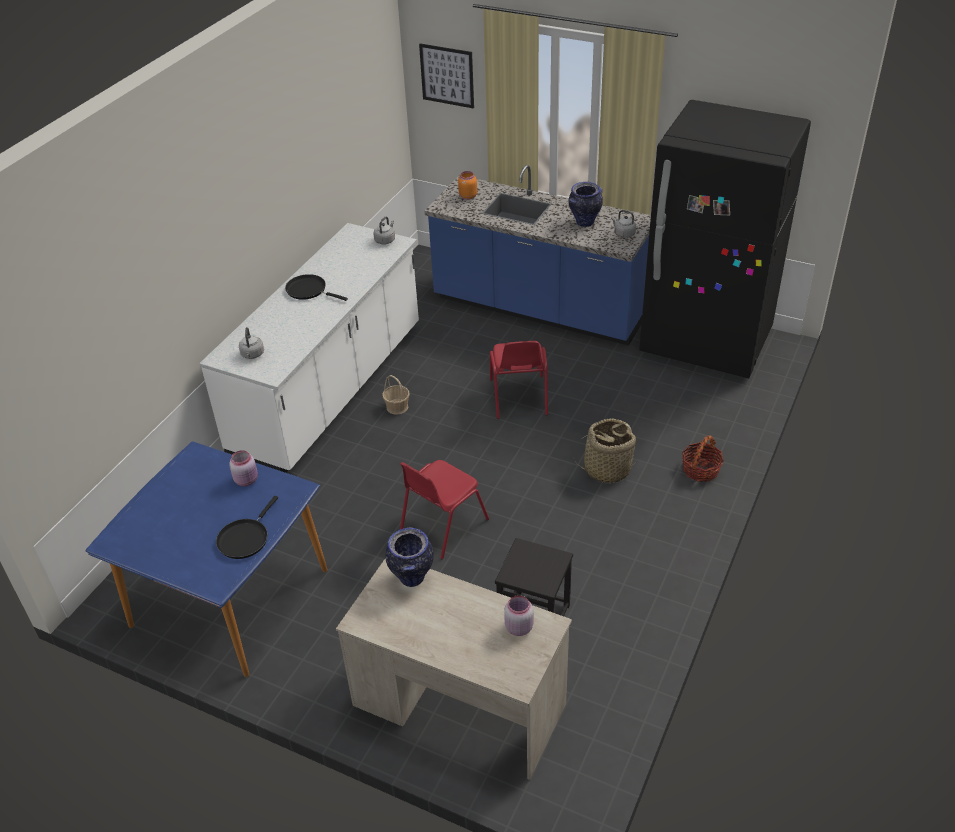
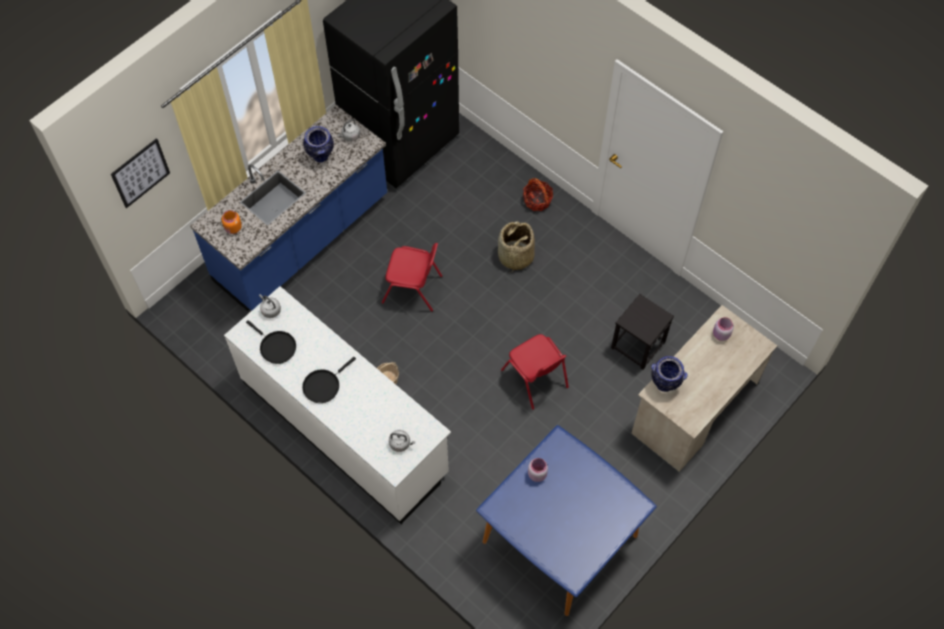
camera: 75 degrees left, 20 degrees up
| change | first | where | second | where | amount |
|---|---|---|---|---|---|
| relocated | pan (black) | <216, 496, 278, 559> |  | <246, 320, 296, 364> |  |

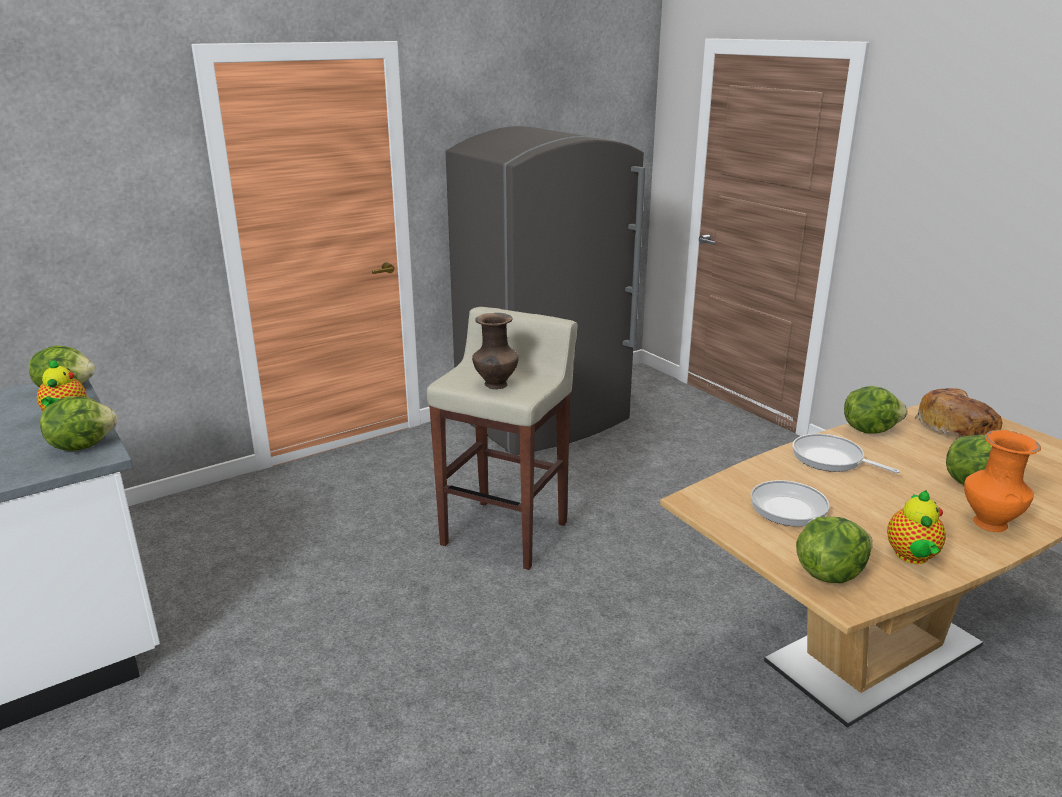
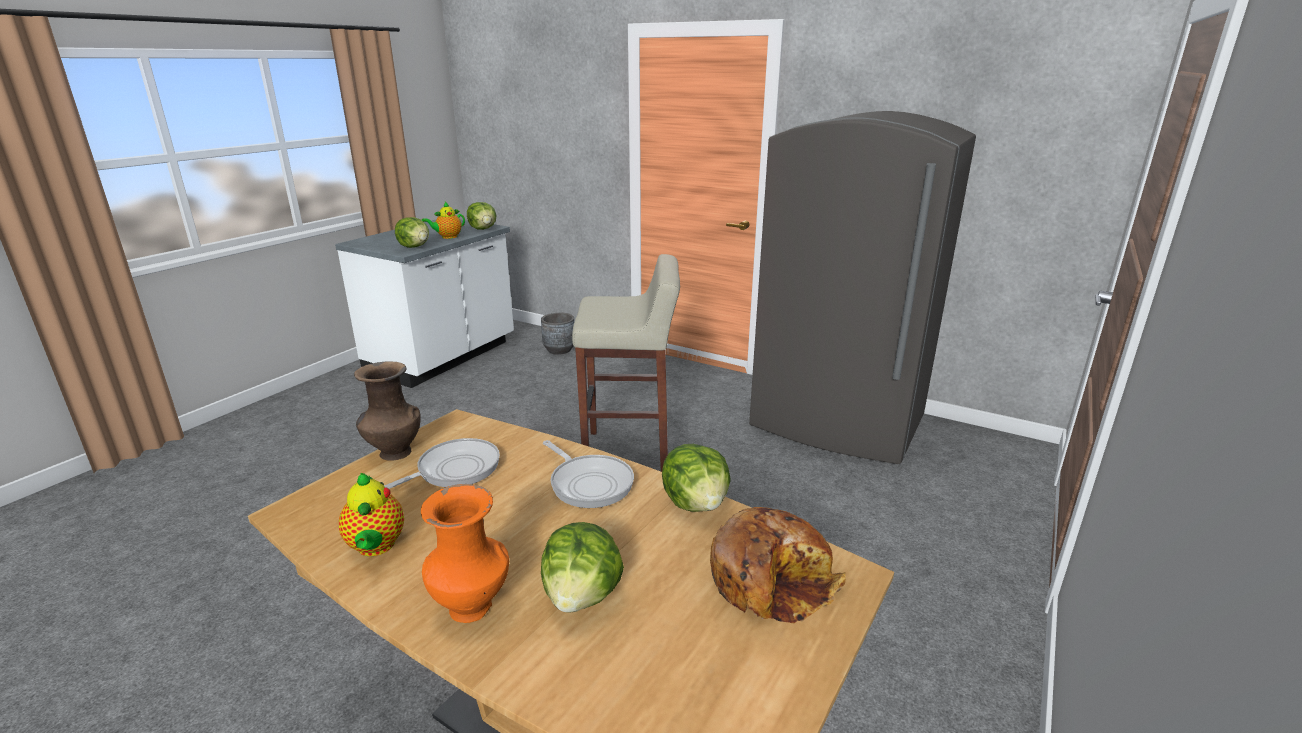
camera: 65 degrees right, 0 degrees up
| change | first | where | second | where | amount |
|---|---|---|---|---|---|
| relocated | decorative vase (brownish) | <472, 313, 519, 389> |  | <354, 362, 421, 461> |  |
| spun | pan | <793, 434, 900, 473> |  | <543, 440, 634, 508> | 120 degrees clockwise |
| missing | head of lettuce | <796, 517, 873, 583> |  |  |  |
| spun | teapot | <887, 490, 946, 564> |  | <339, 473, 404, 556> | 90 degrees counterclockwise |
| appeared |  |  | planter (grey) | <541, 313, 574, 355> |  |

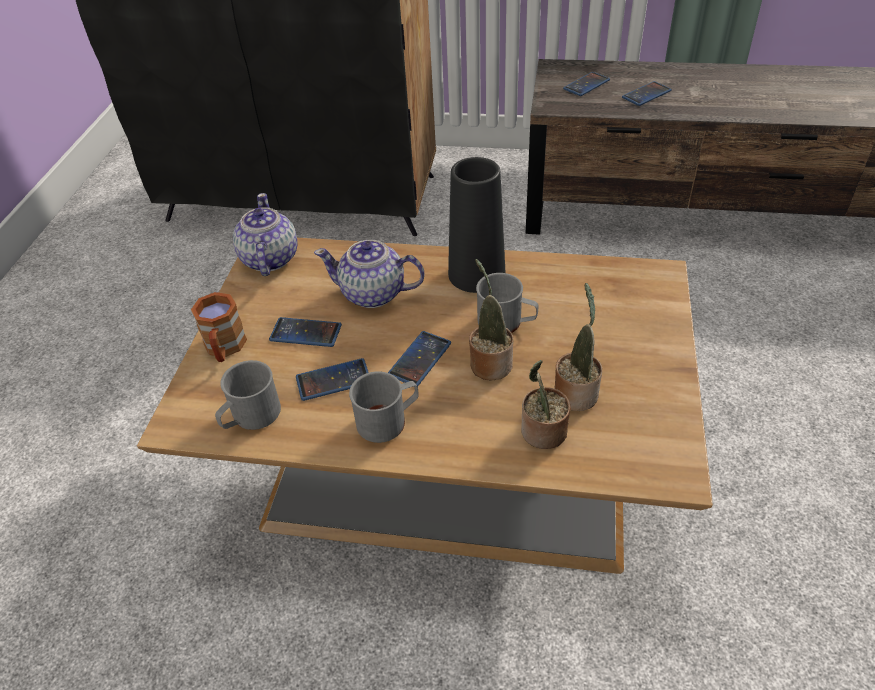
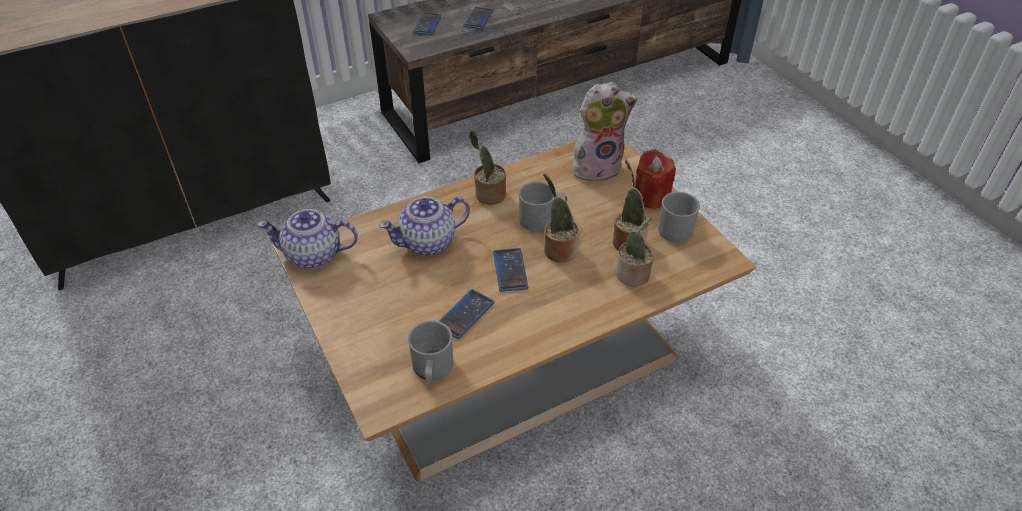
camera: 40 degrees left, 0 degrees up
| change | first | where | second | where | amount |
|---|---|---|---|---|---|
| missing | coffee mug (brownish) | <191, 292, 247, 362> |  |  |  |
| spun | teapot | <233, 193, 298, 276> |  | <257, 209, 358, 269> | 45 degrees counterclockwise |
| missing | telephone | <269, 317, 342, 347> |  |  |  |
| relocated | coffee mug (grey) | <349, 371, 419, 443> |  | <658, 192, 700, 243> |  |
| exchanged | decorative vase (black) | <448, 157, 505, 293> | plant in a pot | <469, 130, 506, 205> |  |
| appeared |  |  | soft toy | <573, 82, 638, 182> |  |
| appeared |  |  | wax candle (red) | <635, 149, 676, 209> |  |

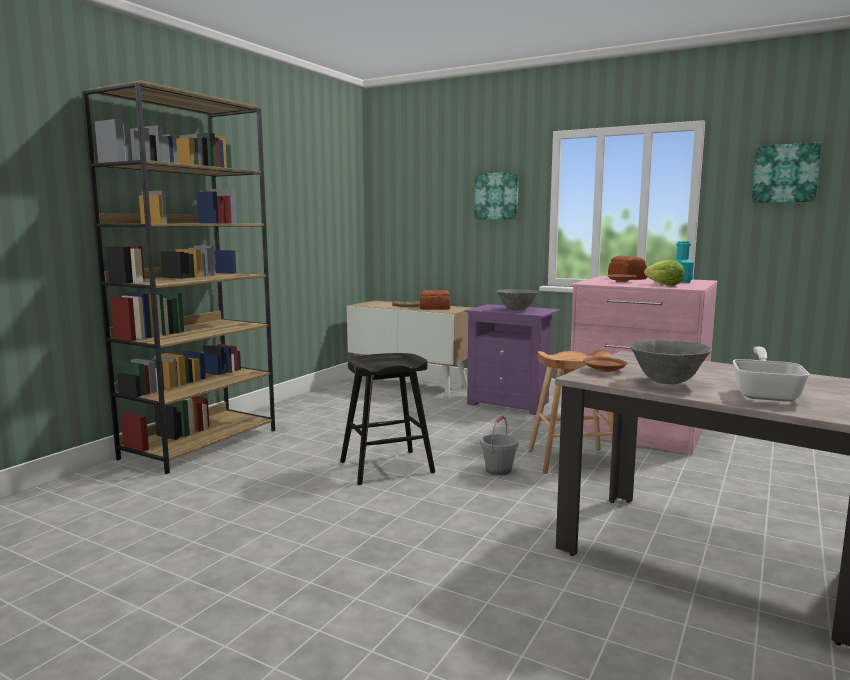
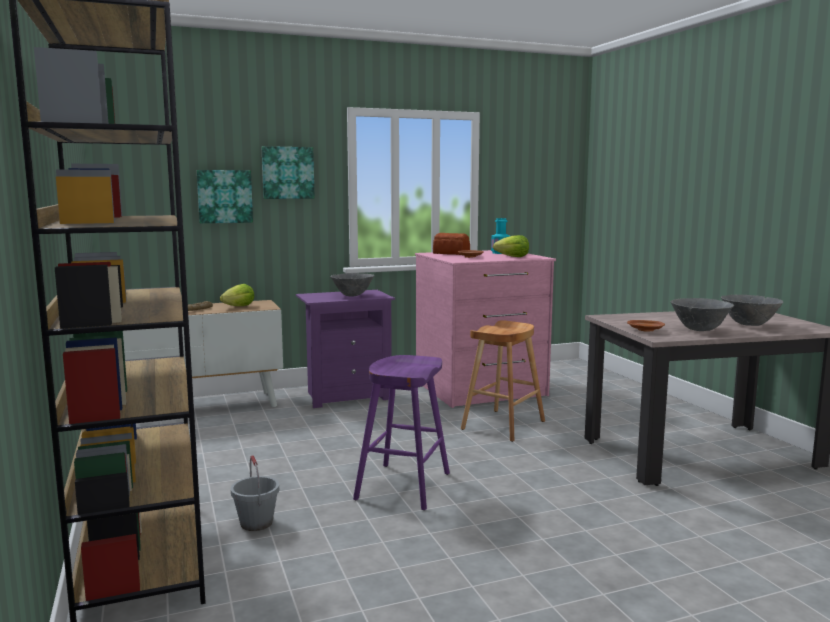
camera: 50 degrees left, 0 degrees up
| change | first | where | second | where | amount |
|---|---|---|---|---|---|
| colour | sitting stool (black) | <340, 353, 435, 485> | sitting stool (purplish) | <353, 355, 450, 510> |  |
| exchanged | baked bread | <420, 290, 450, 310> | head of lettuce | <220, 284, 254, 306> |  |
| relocated | water bucket (grey) | <480, 416, 519, 475> |  | <231, 455, 279, 531> |  |
| exchanged | pan | <733, 347, 810, 402> | deep dish (grey) | <721, 295, 784, 326> |  |
| relocated | wall art | <752, 143, 822, 203> |  | <197, 170, 253, 223> |  |

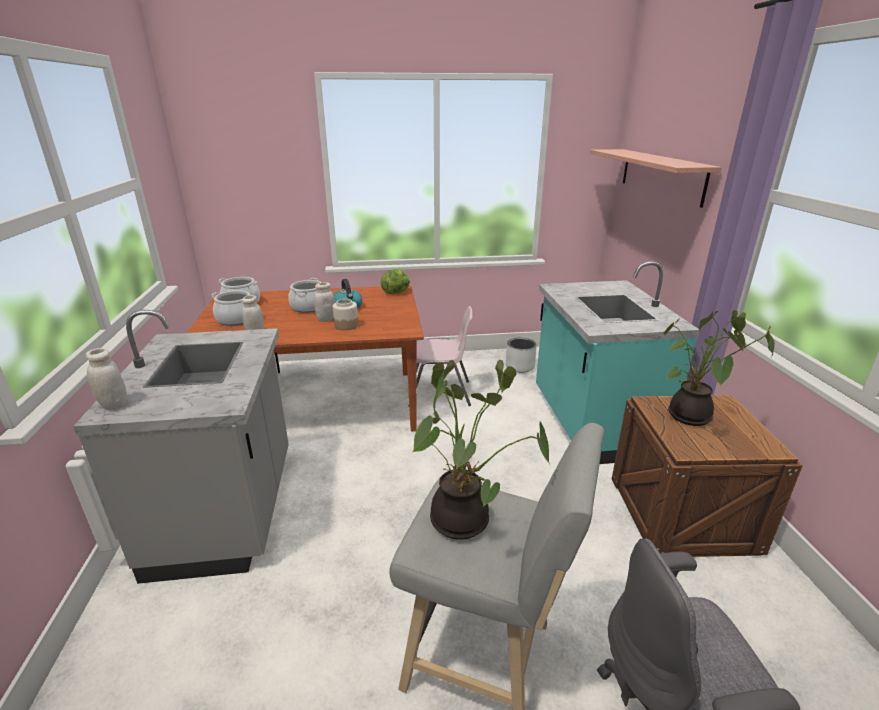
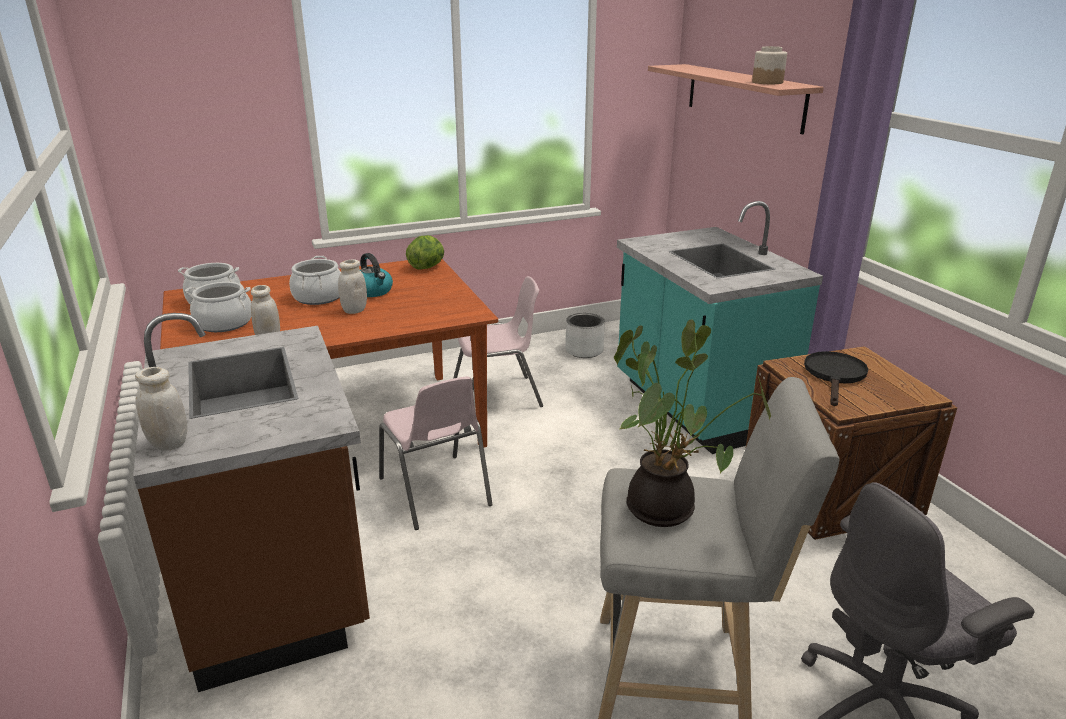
camera: 15 degrees left, 0 degrees up
| change | first | where | second | where | amount |
|---|---|---|---|---|---|
| colour | counter (grey) | <73, 310, 289, 584> | counter (brownish) | <133, 313, 370, 692> |  |
| relocated | storage jar | <333, 299, 358, 330> |  | <752, 46, 787, 84> |  |
| exchanged | plant in a pot | <663, 310, 775, 426> | pan (black) | <804, 351, 868, 406> |  |
| appeared |  |  | upright chair (pinkish) | <379, 376, 493, 530> |  |

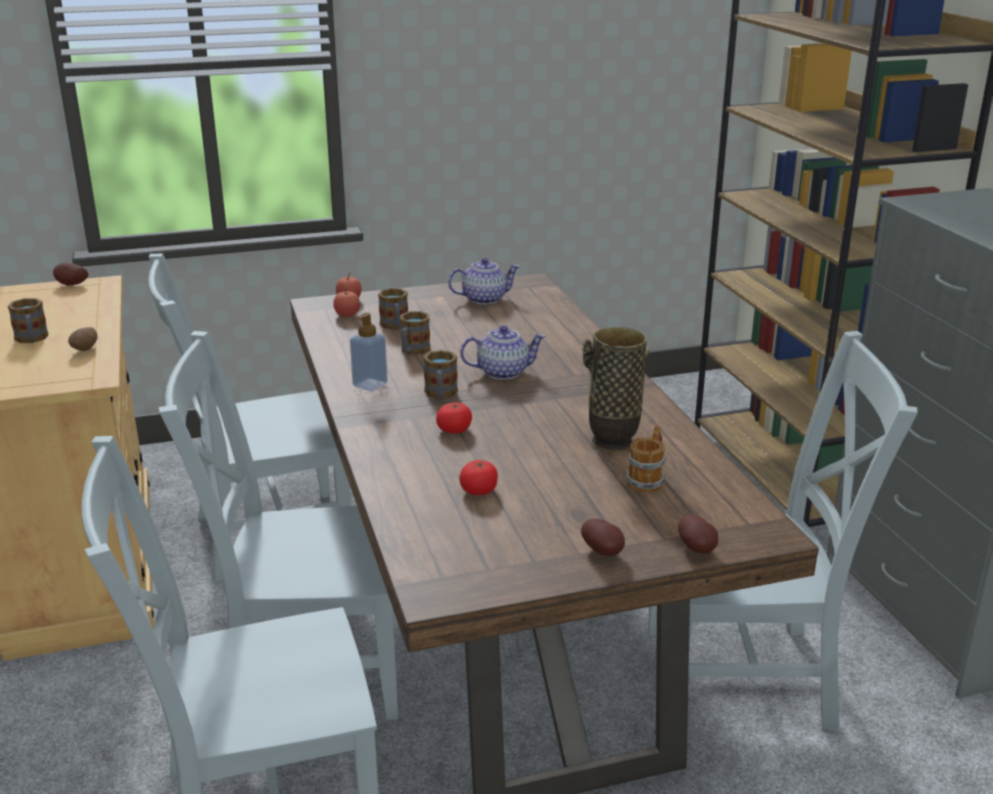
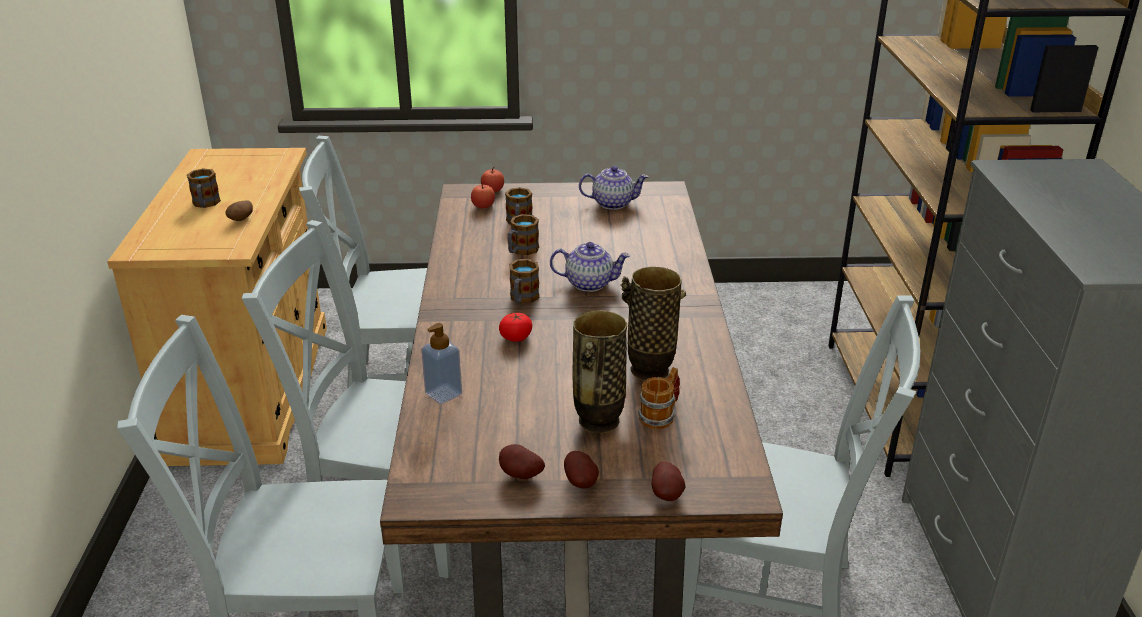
camera: 15 degrees right, 5 degrees up
| change | first | where | second | where | amount |
|---|---|---|---|---|---|
| relocated | potato | <53, 262, 89, 286> |  | <499, 444, 545, 479> |  |
| relocated | liquid soap bottle | <350, 313, 388, 391> |  | <421, 323, 462, 404> |  |
| missing | fresh tomato | <459, 460, 498, 495> |  |  |  |
| appeared |  |  | decorative vase | <572, 310, 627, 433> |  |

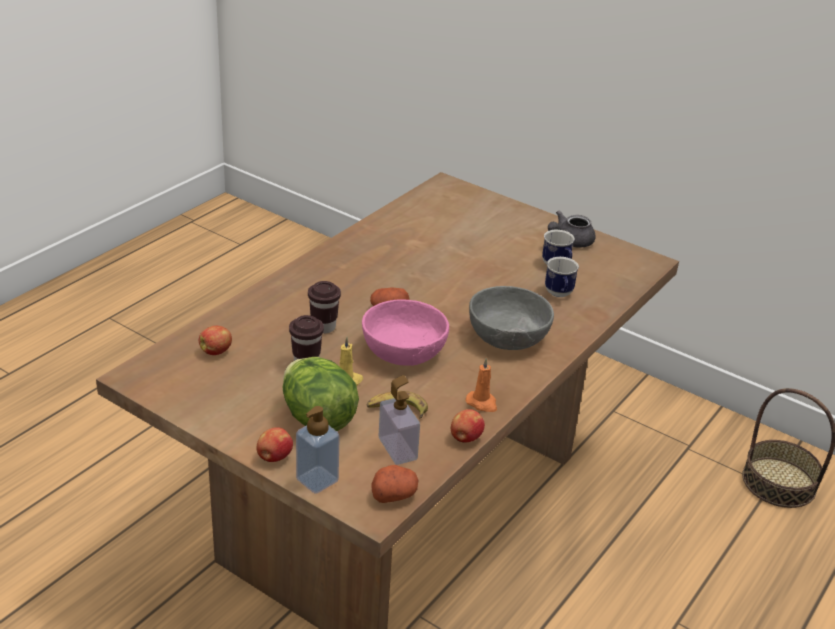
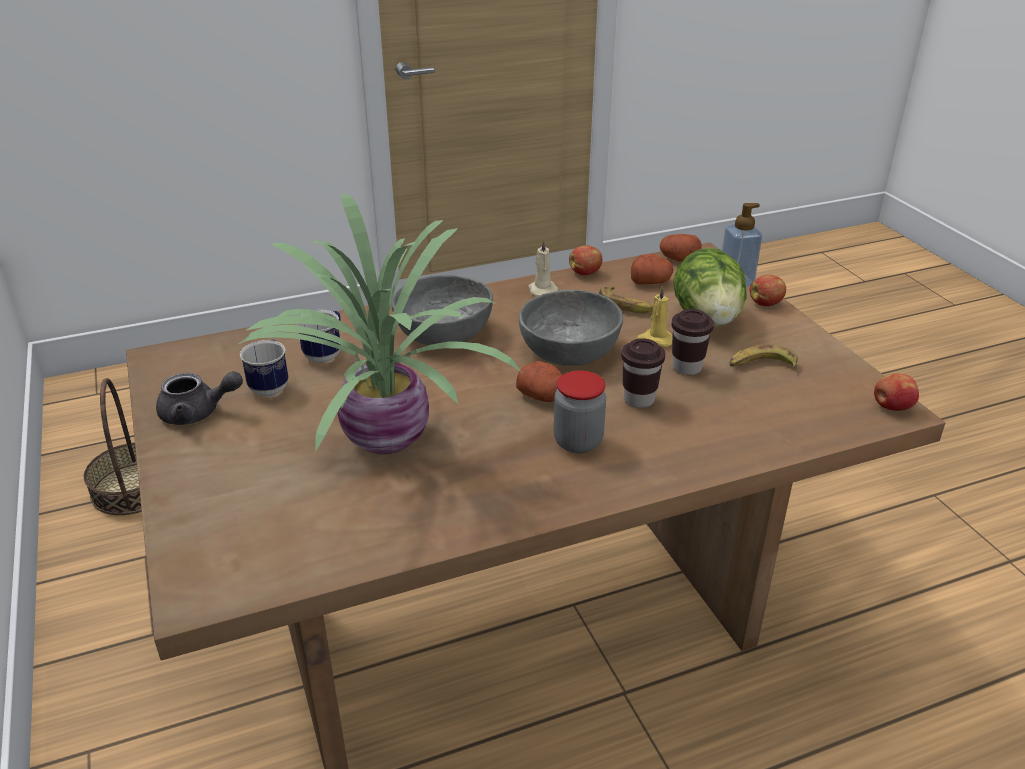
camera: 145 degrees left, 0 degrees up
| change | first | where | second | where | amount |
|---|---|---|---|---|---|
| relocated | apple | <199, 326, 232, 355> |  | <874, 373, 919, 411> |  |
| colour | deep dish (pinkish) | <362, 299, 449, 366> | deep dish (grey) | <519, 290, 623, 366> |  |
| exchanged | liquid soap bottle | <379, 375, 420, 465> | potato | <631, 254, 674, 285> |  |
| colour | wax candle (orangey) | <466, 358, 497, 412> | wax candle (beige-coloured) | <529, 239, 558, 296> |  |
| appeared |  |  | plant in a pot | <239, 193, 521, 454> |  |
| appeared |  |  | storage jar | <554, 370, 606, 453> |  |
| appeared |  |  | banana | <729, 344, 798, 370> |  |

